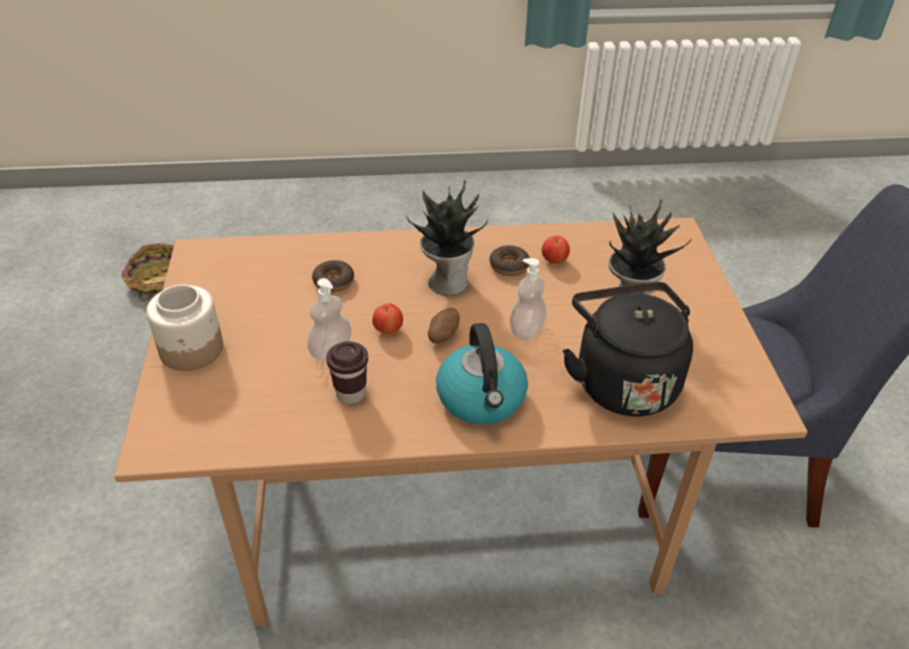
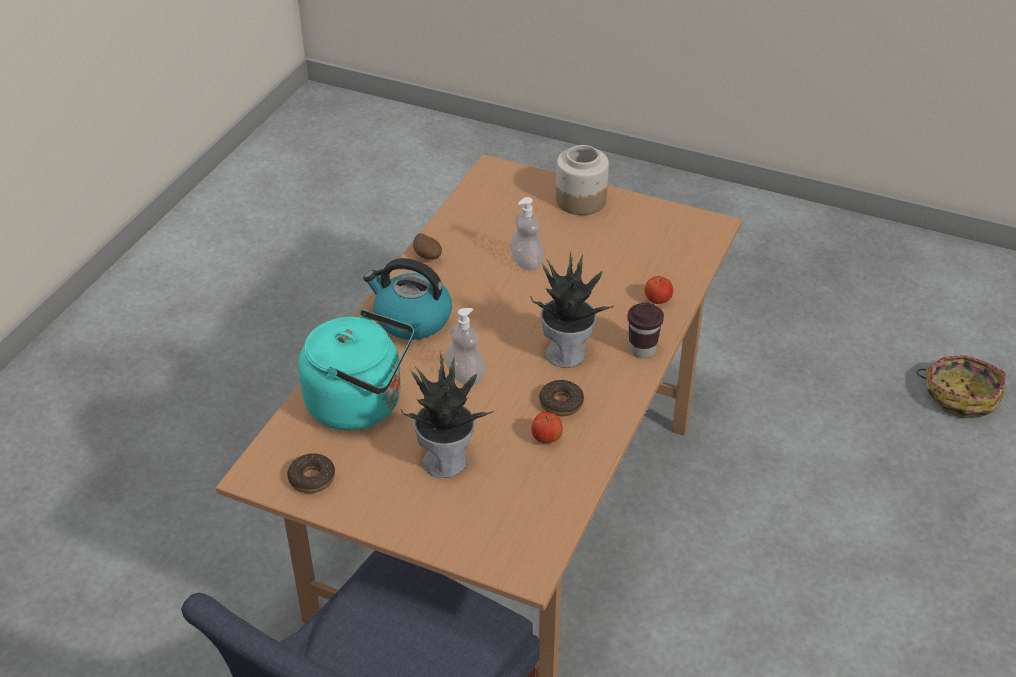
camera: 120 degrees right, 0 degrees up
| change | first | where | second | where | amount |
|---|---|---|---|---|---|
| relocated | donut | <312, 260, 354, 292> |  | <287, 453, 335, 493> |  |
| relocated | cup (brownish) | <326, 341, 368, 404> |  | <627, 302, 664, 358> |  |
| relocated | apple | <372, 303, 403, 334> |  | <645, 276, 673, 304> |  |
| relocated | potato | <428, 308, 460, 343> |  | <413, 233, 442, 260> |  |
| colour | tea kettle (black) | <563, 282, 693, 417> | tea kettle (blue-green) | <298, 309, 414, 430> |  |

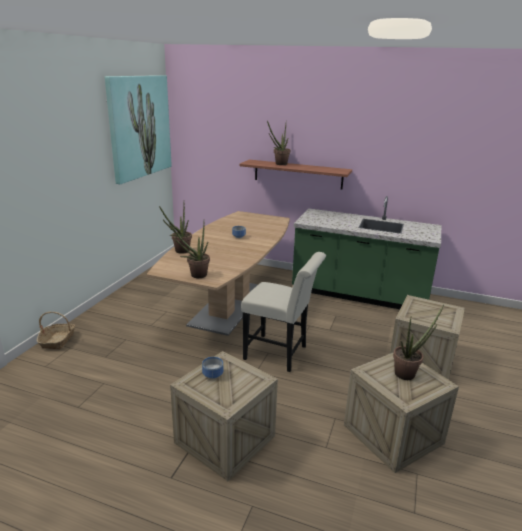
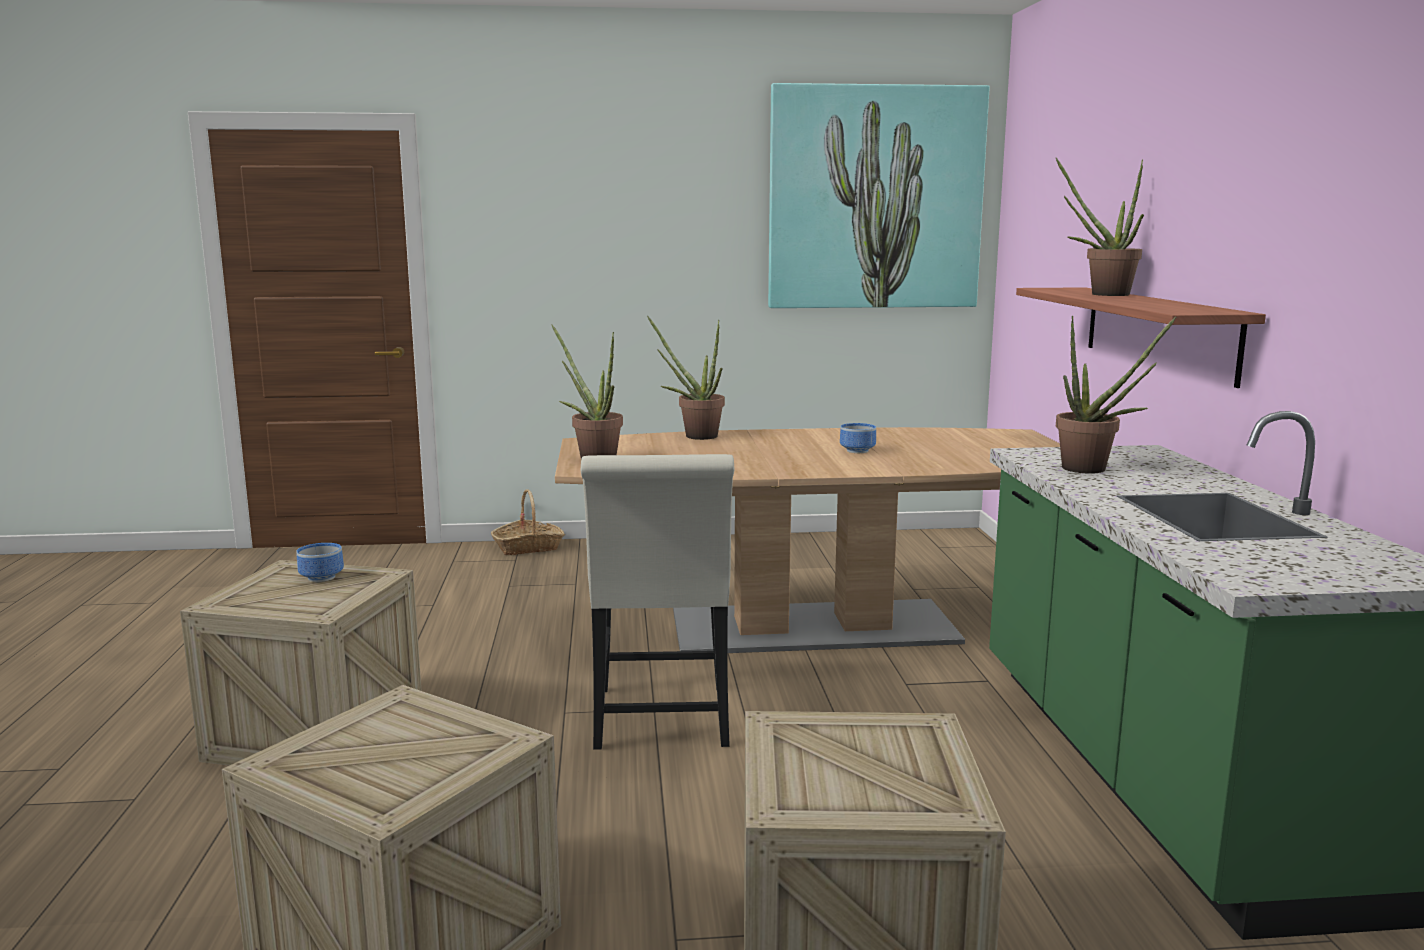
camera: 65 degrees right, 10 degrees down
| change | first | where | second | where | amount |
|---|---|---|---|---|---|
| relocated | plant in a pot | <393, 304, 444, 380> |  | <1056, 315, 1176, 474> |  |

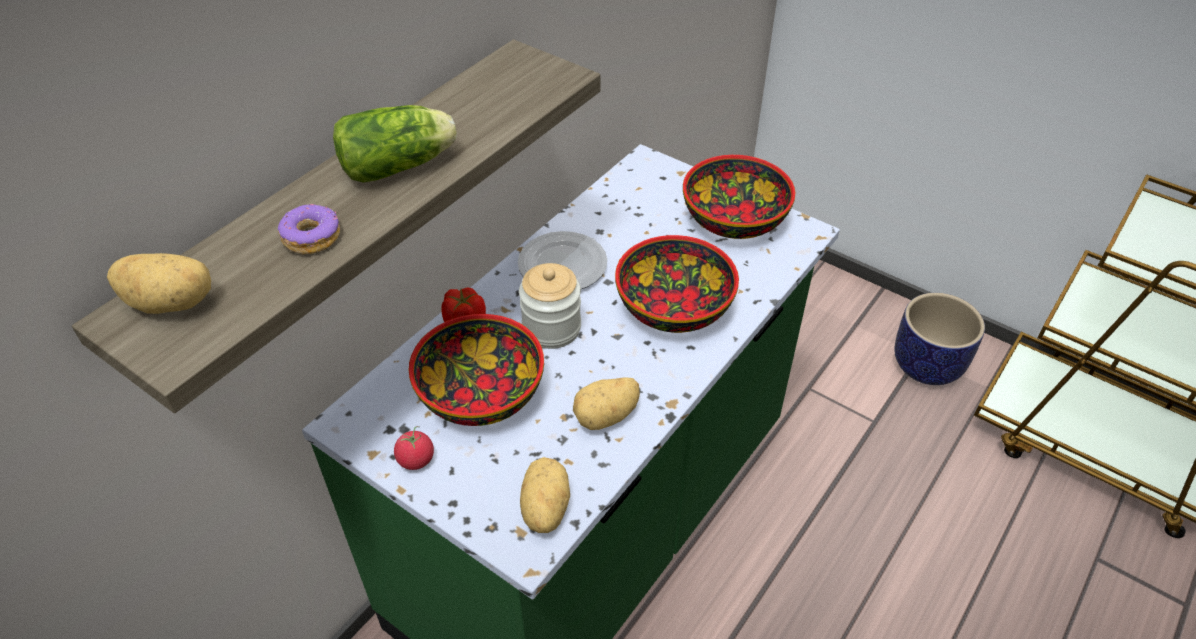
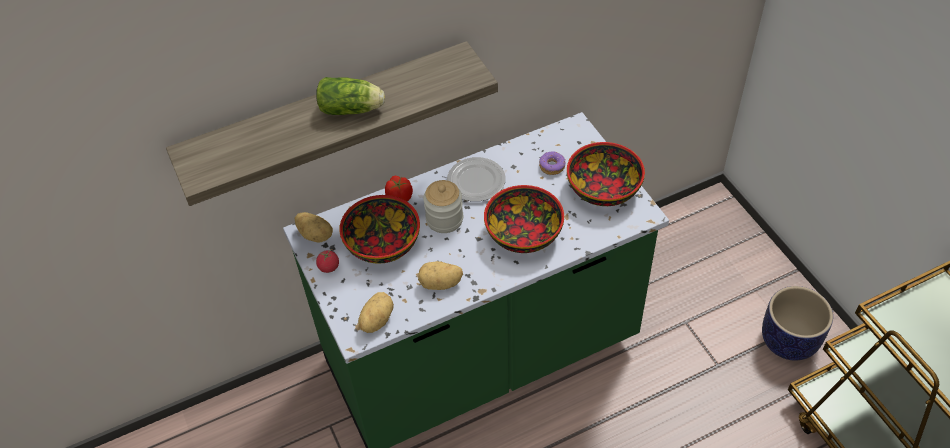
camera: 30 degrees right, 5 degrees up
| change | first | where | second | where | amount |
|---|---|---|---|---|---|
| relocated | potato | <107, 253, 211, 314> |  | <295, 212, 333, 242> |  |
| relocated | donut | <278, 204, 340, 254> |  | <539, 151, 566, 175> |  |

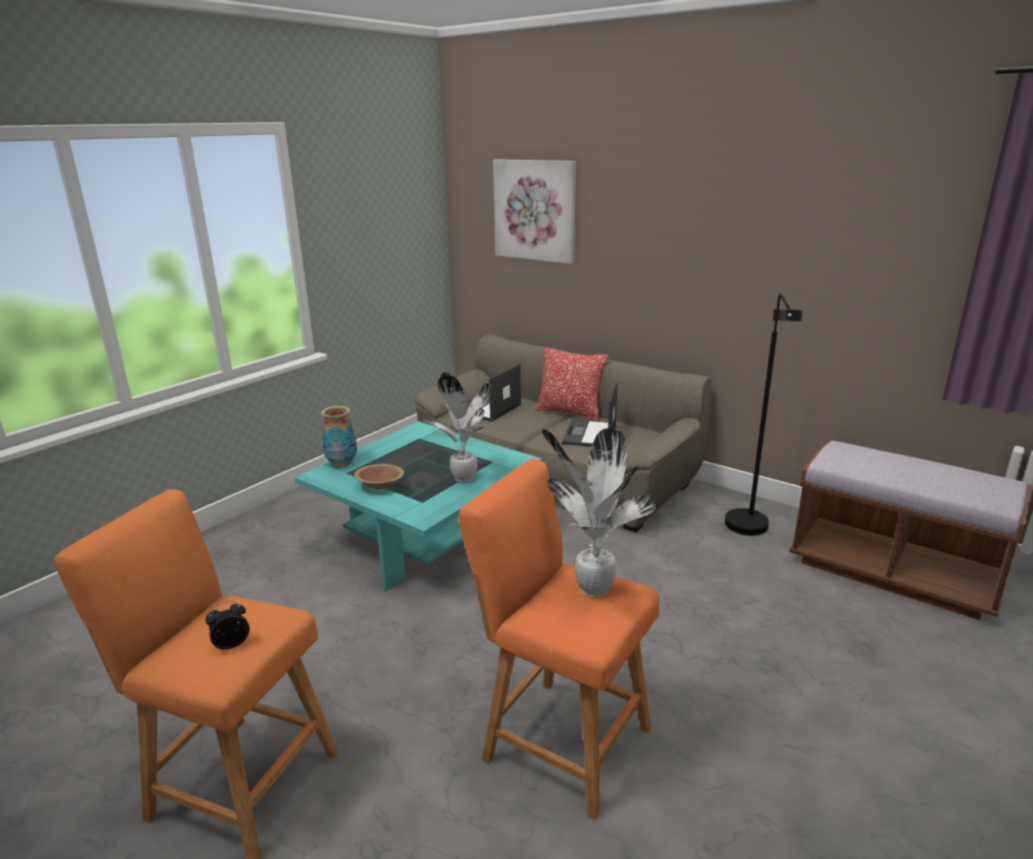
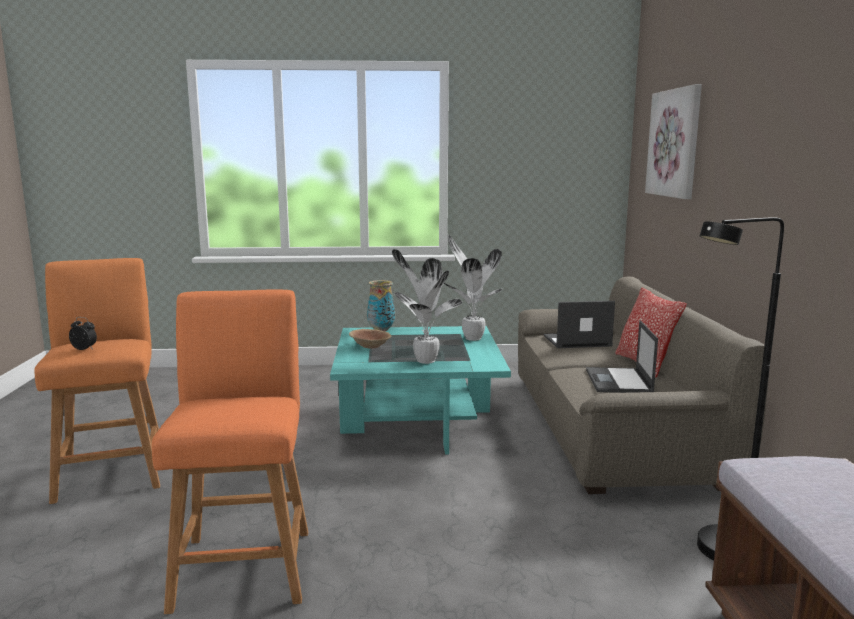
camera: 50 degrees right, 10 degrees down
| change | first | where | second | where | amount |
|---|---|---|---|---|---|
| relocated | plant in a pot | <542, 428, 657, 597> |  | <444, 235, 503, 341> |  |
| spun | laptop | <562, 382, 618, 447> |  | <586, 320, 658, 393> | 60 degrees counterclockwise |

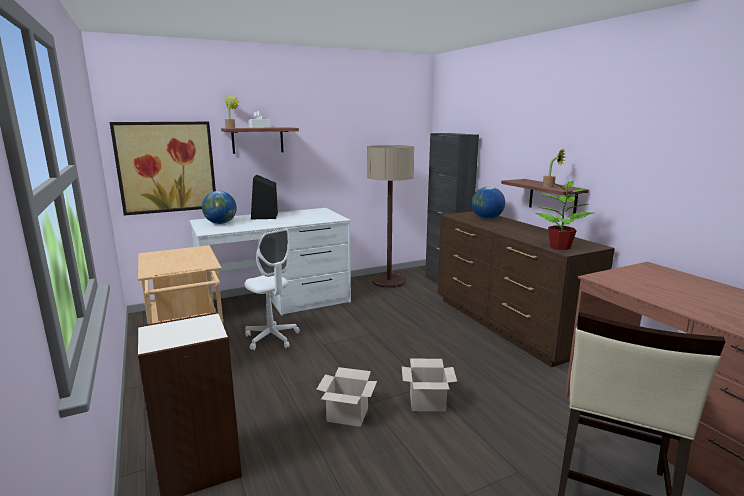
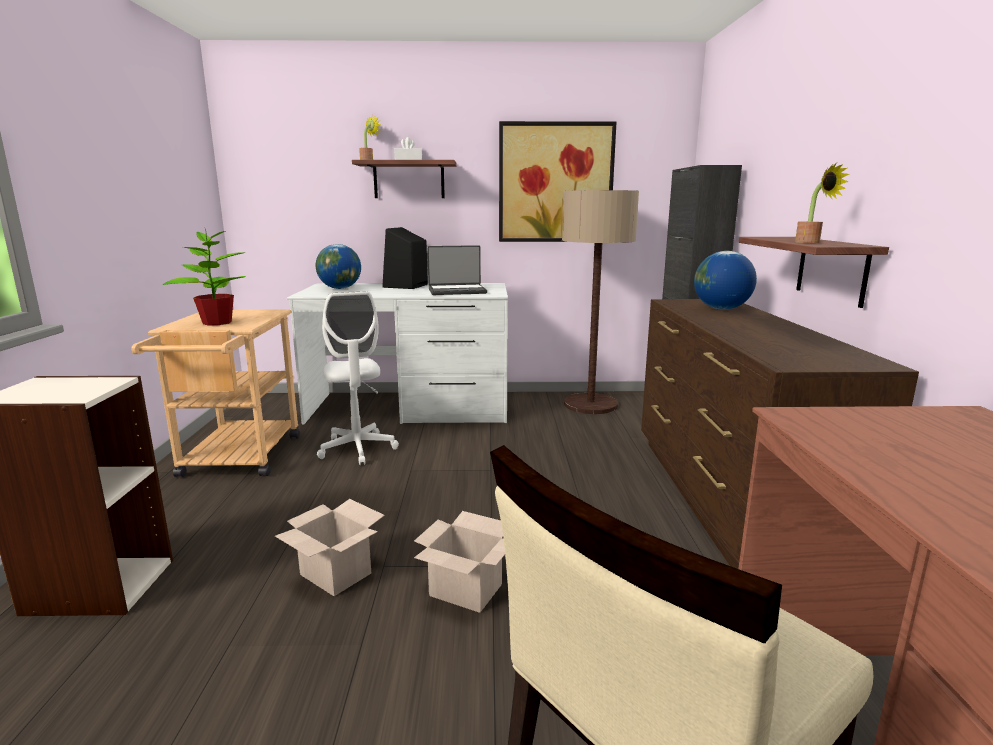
camera: 25 degrees right, 0 degrees up
| change | first | where | second | where | amount |
|---|---|---|---|---|---|
| relocated | wall art | <109, 122, 216, 216> |  | <499, 121, 617, 242> |  |
| relocated | plant in a pot | <535, 181, 594, 250> |  | <163, 229, 245, 326> |  |
| appeared |  |  | laptop | <427, 245, 487, 295> |  |

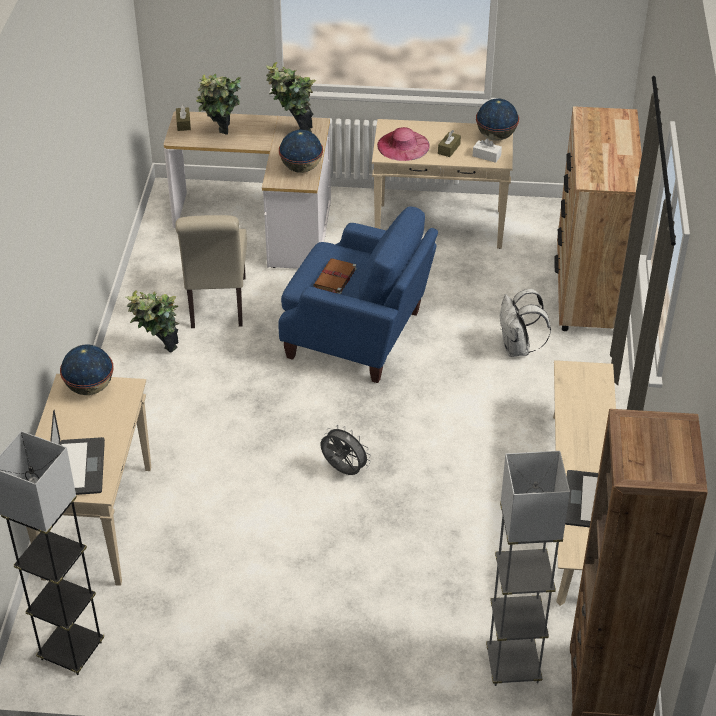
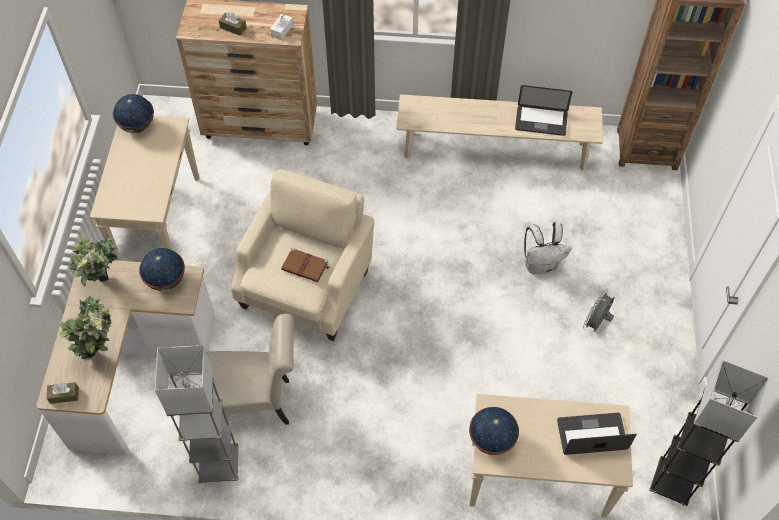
camera: 90 degrees left, 15 degrees up
| change | first | where | second | where | amount |
|---|---|---|---|---|---|
| missing | plant in a pot | <126, 290, 179, 353> |  |  |  |
| colour | lounge chair (blue) | <278, 206, 438, 383> | lounge chair (beige-coloured) | <231, 169, 374, 341> |  |
| relocated | electric fan (grey) | <321, 425, 371, 475> |  | <583, 289, 615, 332> |  |
| missing | wearable hat (pinkish) | <377, 127, 430, 161> |  |  |  |
| relocated | tissue holder (brownish) | <438, 130, 461, 157> |  | <219, 12, 247, 36> |  |
| relocated | tissue holder (white-coloured) | <473, 138, 502, 163> |  | <270, 14, 293, 40> |  |
| relocated | floor lamp (grey) | <486, 451, 570, 686> |  | <155, 345, 239, 483> |  |
| relocated | knapsack (white-coloured) | <500, 289, 551, 357> |  | <524, 222, 572, 274> |  |

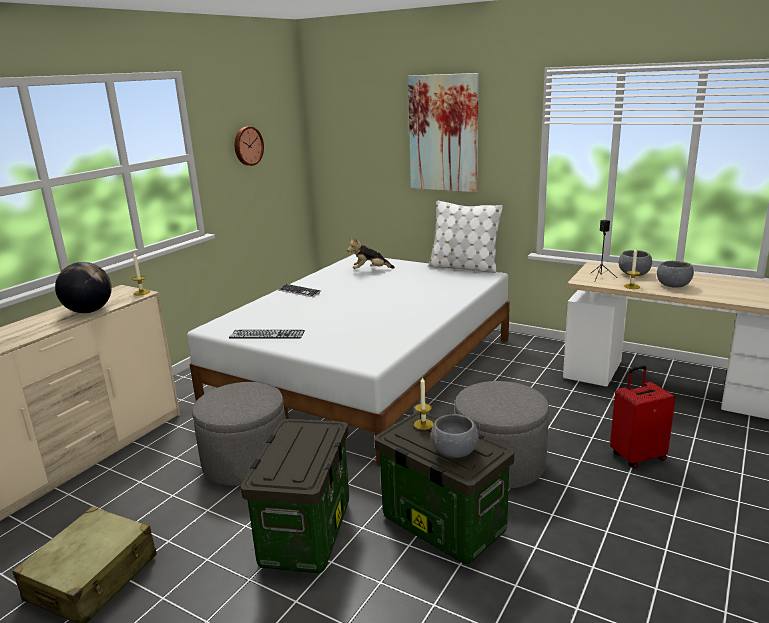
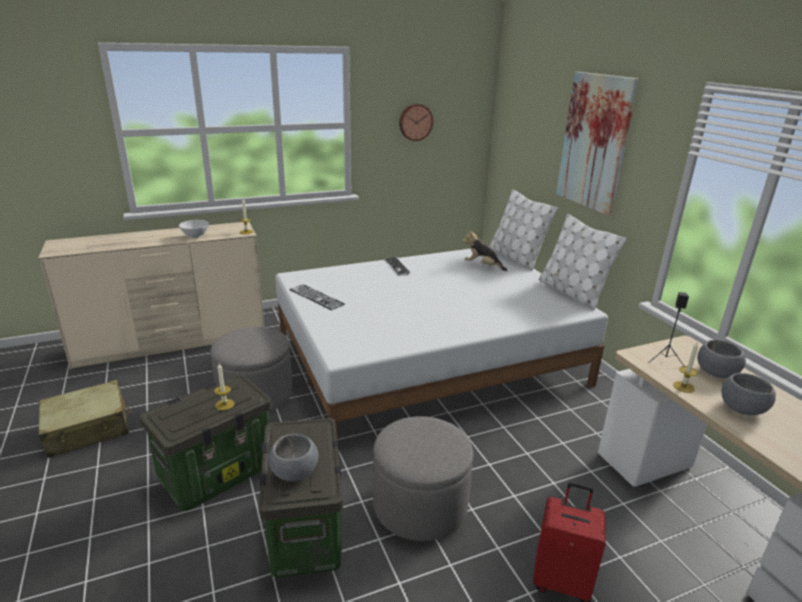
camera: 35 degrees right, 5 degrees up
| change | first | where | second | where | amount |
|---|---|---|---|---|---|
| exchanged | desk globe | <55, 262, 112, 313> | deep dish (white-coloured) | <179, 220, 209, 238> |  |
| relocated | wax candle | <414, 377, 433, 430> |  | <215, 363, 234, 411> |  |
| appeared |  |  | cushion (white-coloured) | <489, 189, 558, 270> |  |

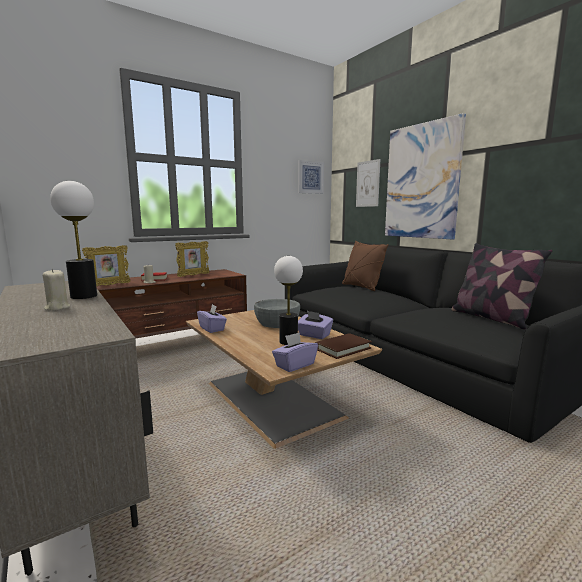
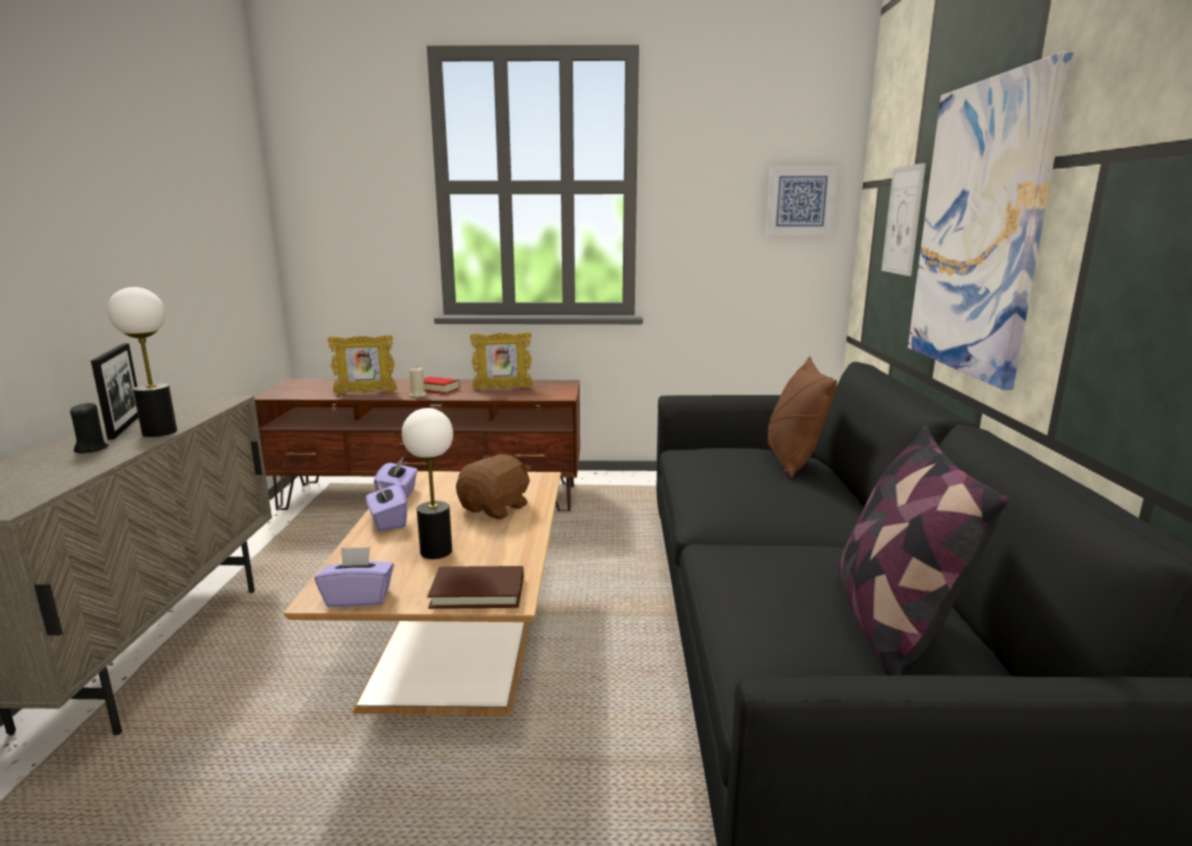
camera: 35 degrees right, 5 degrees up
| change | first | where | second | where | amount |
|---|---|---|---|---|---|
| colour | wax candle (beige-coloured) | <42, 269, 70, 311> | wax candle (black) | <70, 403, 108, 453> |  |
| exchanged | deep dish (grey) | <254, 299, 300, 328> | soft toy (brownish) | <456, 454, 531, 519> |  |
| relocated | tissue holder (purplish) | <298, 311, 333, 339> |  | <366, 480, 407, 532> |  |
| appeared |  |  | standing frame | <91, 343, 138, 440> |  |

